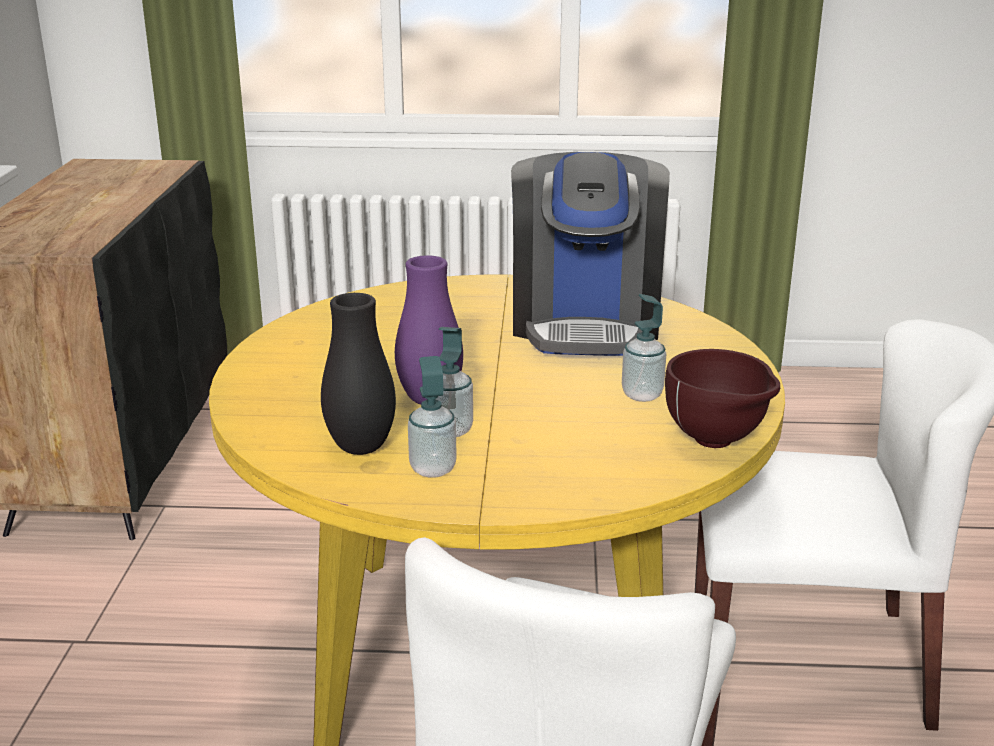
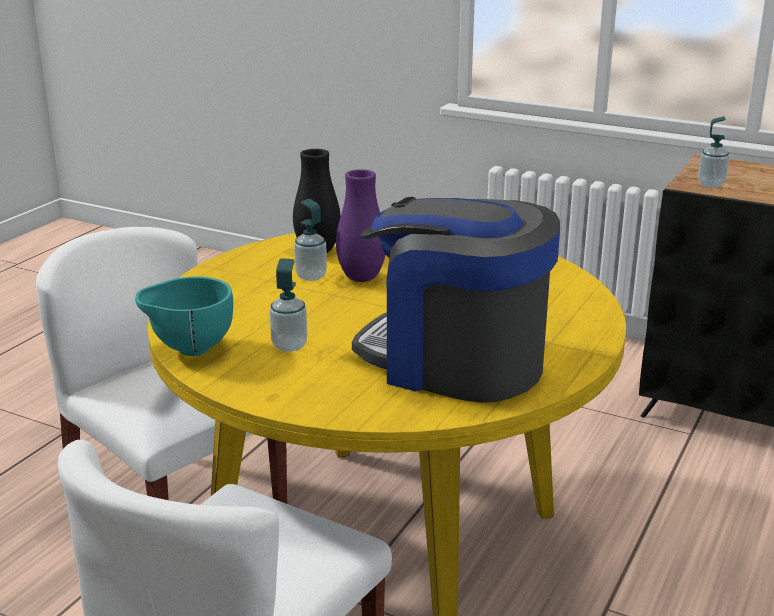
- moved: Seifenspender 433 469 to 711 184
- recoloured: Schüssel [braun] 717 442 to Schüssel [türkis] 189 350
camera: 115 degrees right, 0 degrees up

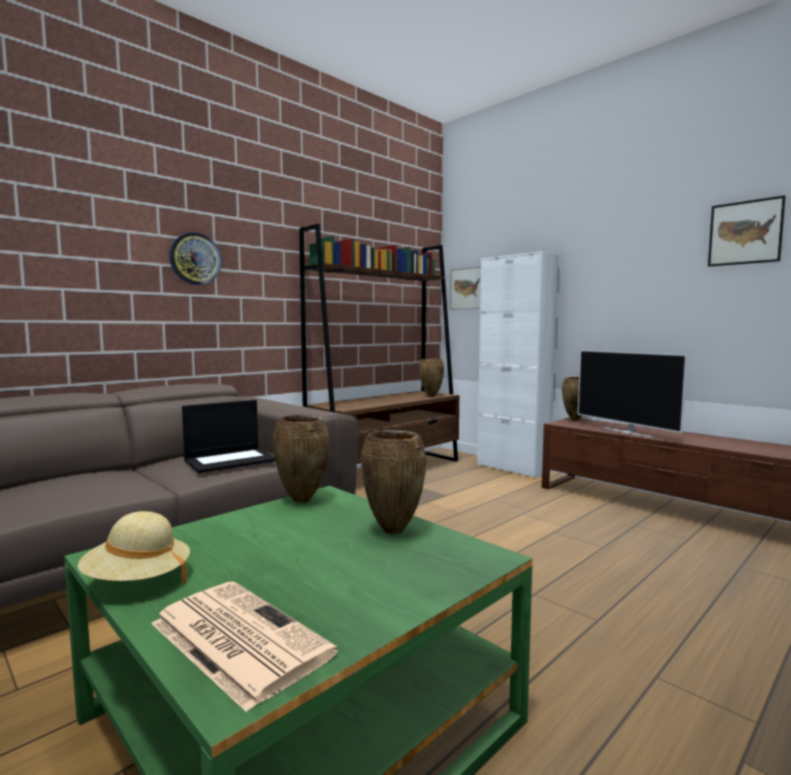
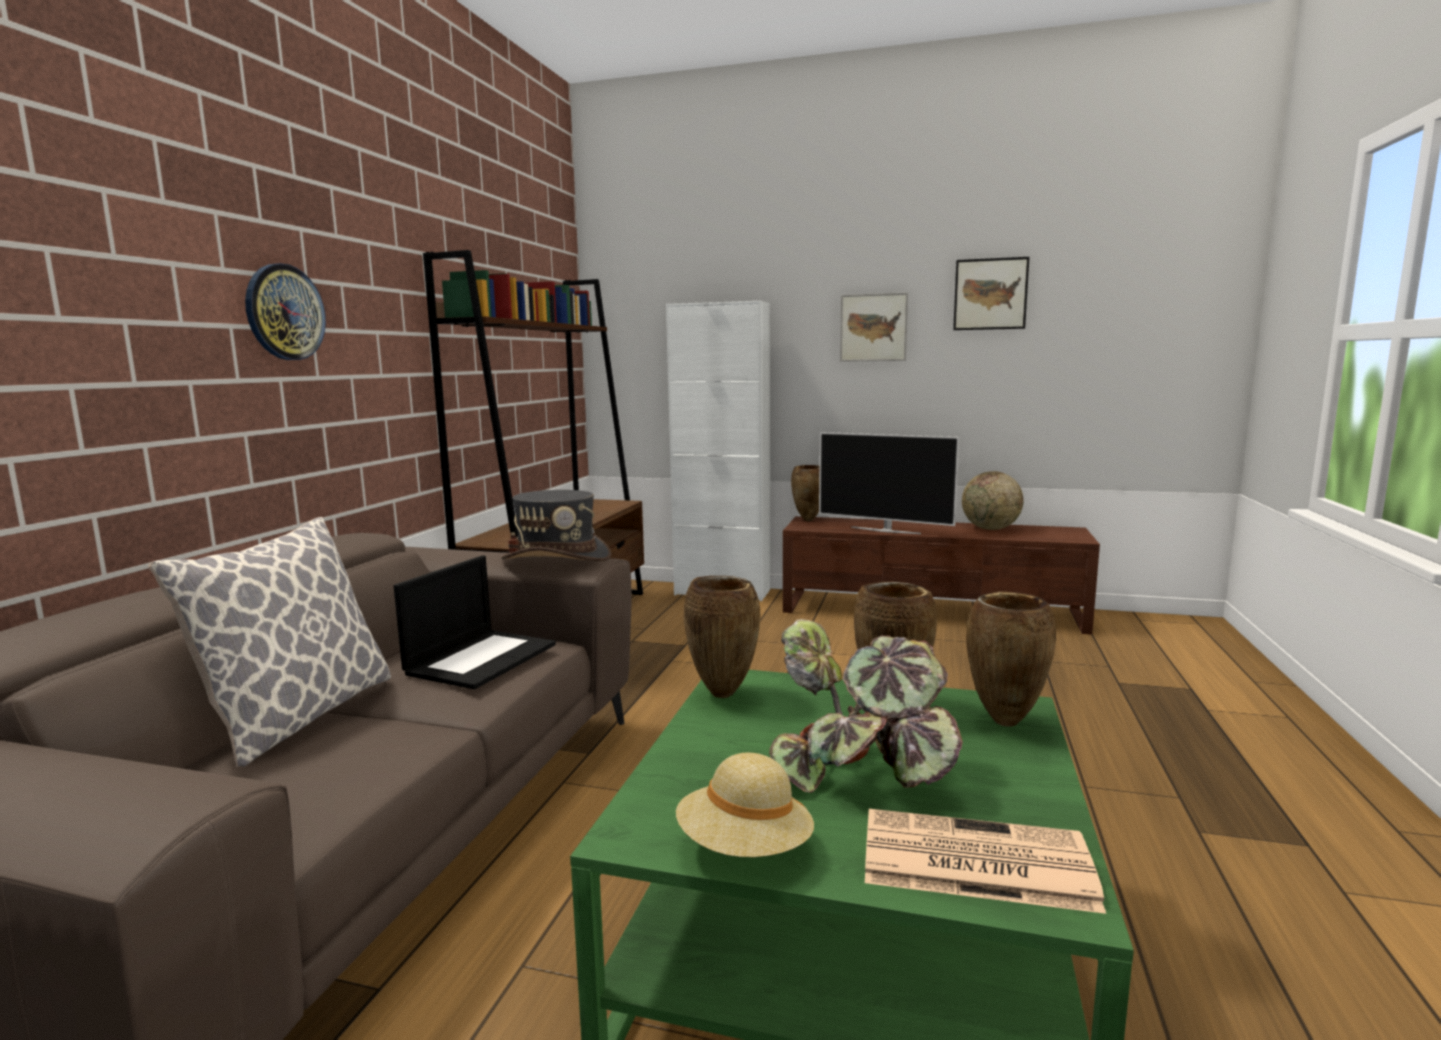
- added: Kissen 299 717
- added: Hut [grau] 557 558
- added: Topfpflanze 863 770
- added: Globus 990 529
- moved: Vase [braun] 431 396 to 1003 722
- moved: Bild 467 288 to 873 327
camera: 30 degrees left, 5 degrees up

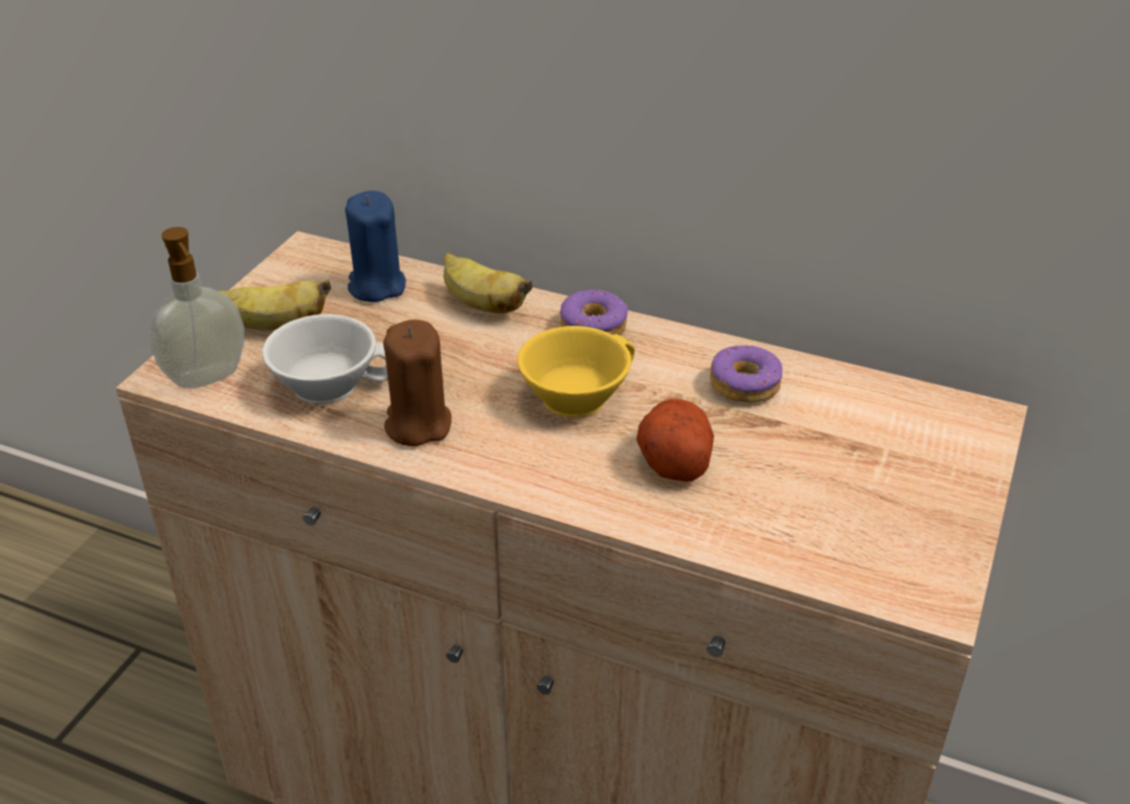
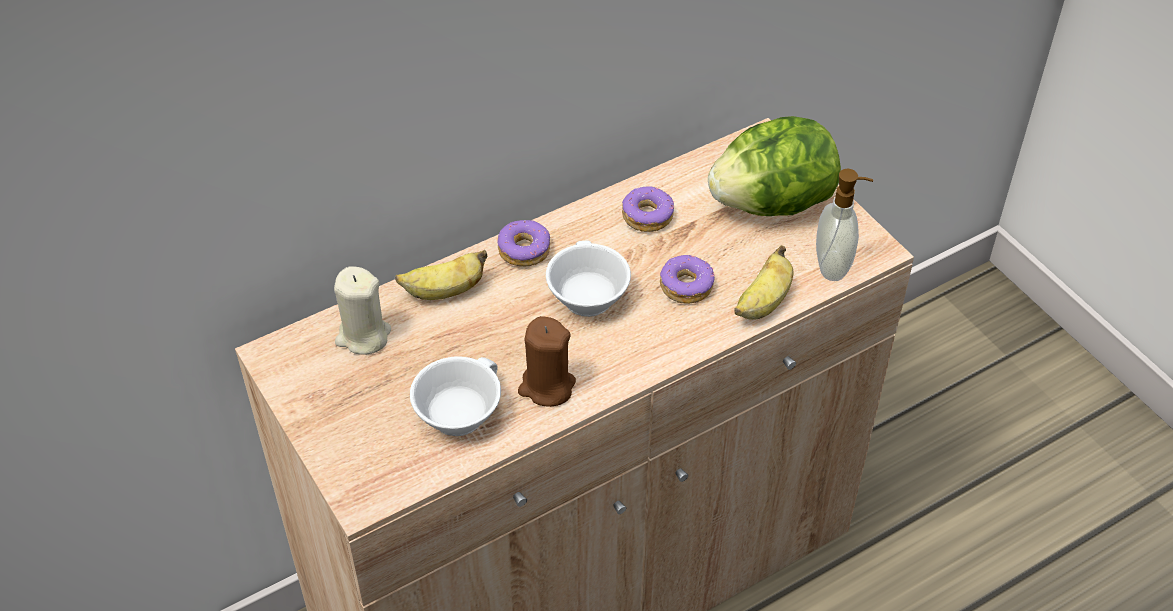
- added: Salatkopf 772 203
- moved: Seifenspender 208 378 to 834 266
- moved: Banane 275 326 to 763 303
- replaced: Kartoffel 673 459 to Donut 686 286
- recoloured: Kerze [blau] 376 286 to Kerze [beige] 363 336
- recoloured: Tasse [gelb] 574 393 to Tasse [weiß] 584 296
camera: 55 degrees left, 10 degrees up

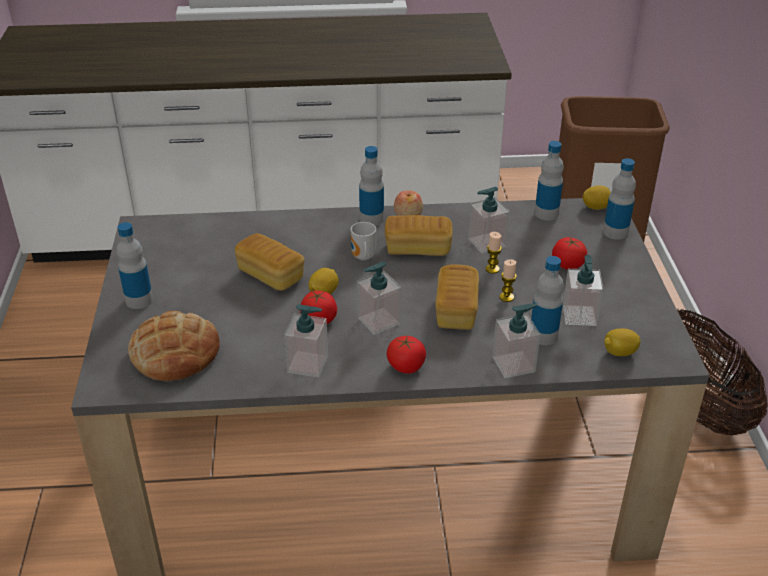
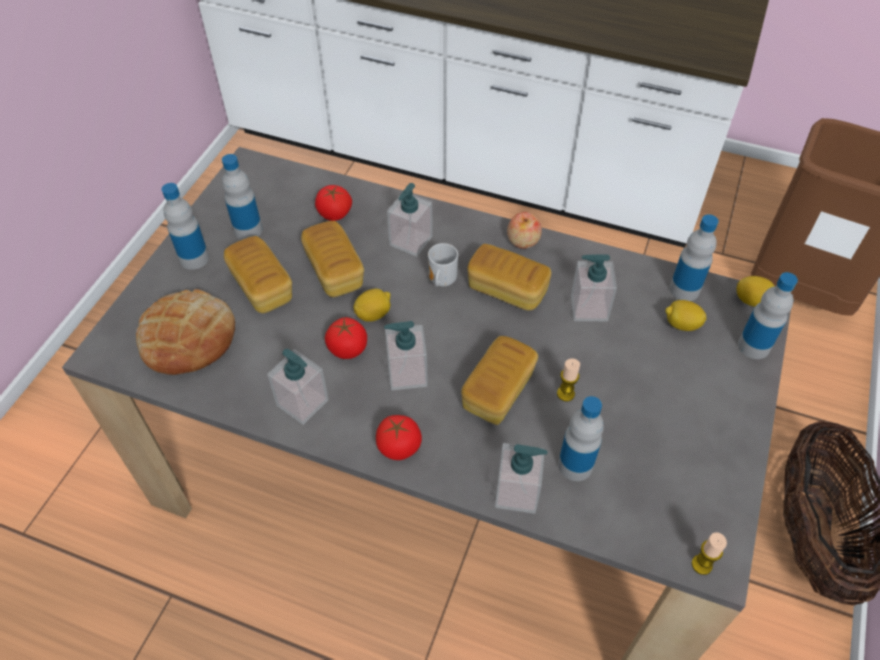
- added: Brot 262 287
- moved: Flasche 371 219 to 248 230
- moved: Kerze 492 269 to 701 564
- moved: Tomate 567 264 to 334 213
- moved: Seifenspender 579 315 to 410 241
- moved: Zitrone 619 353 to 681 324
camera: 25 degrees right, 15 degrees up

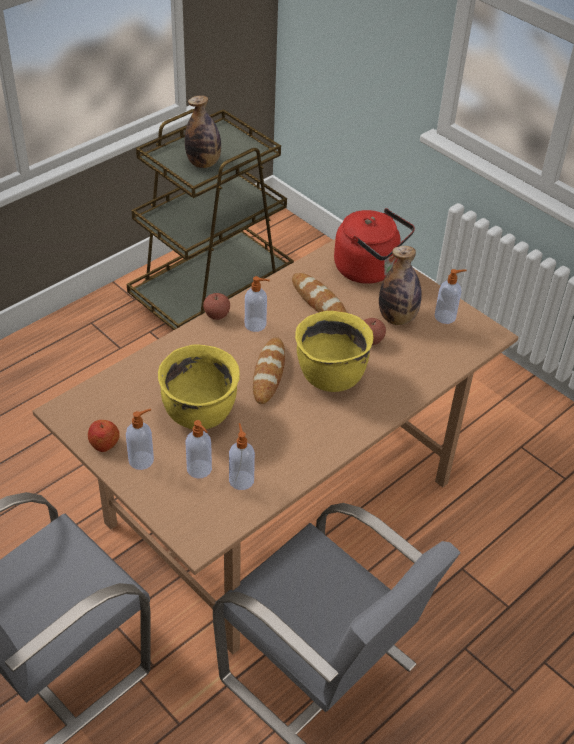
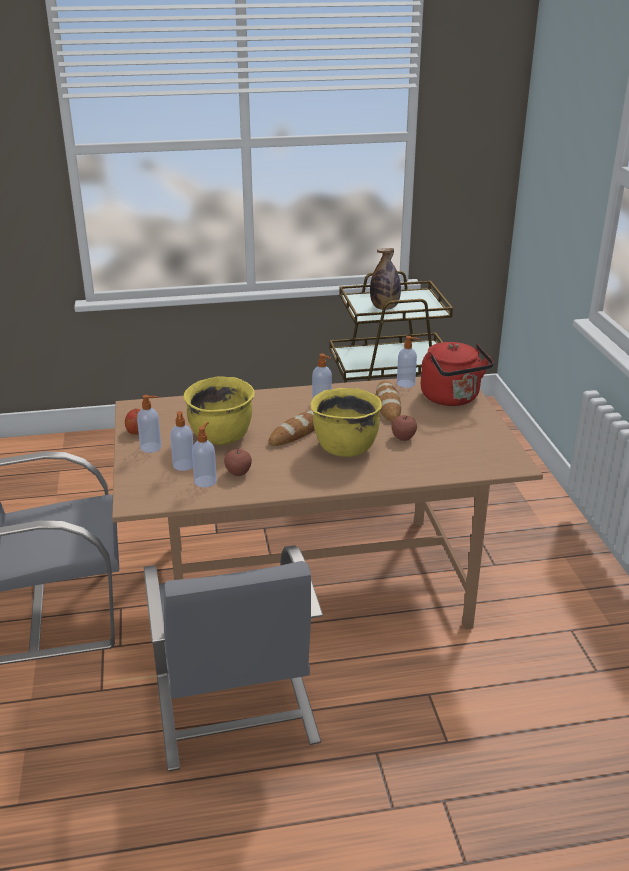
- removed: Flasche 397 318
- moved: Apfel 217 315 to 238 473
- moved: Seifenspender 446 317 to 406 384
camera: 35 degrees right, 15 degrees down

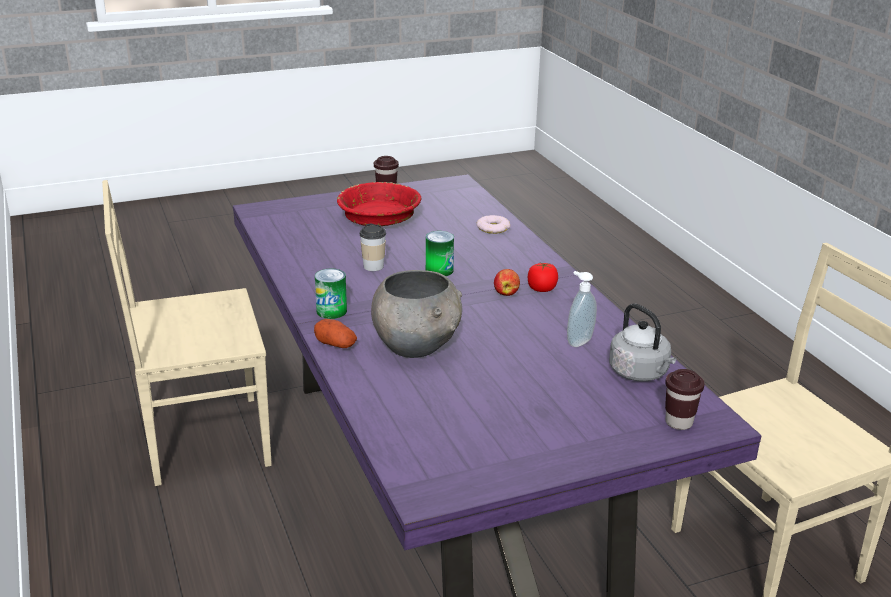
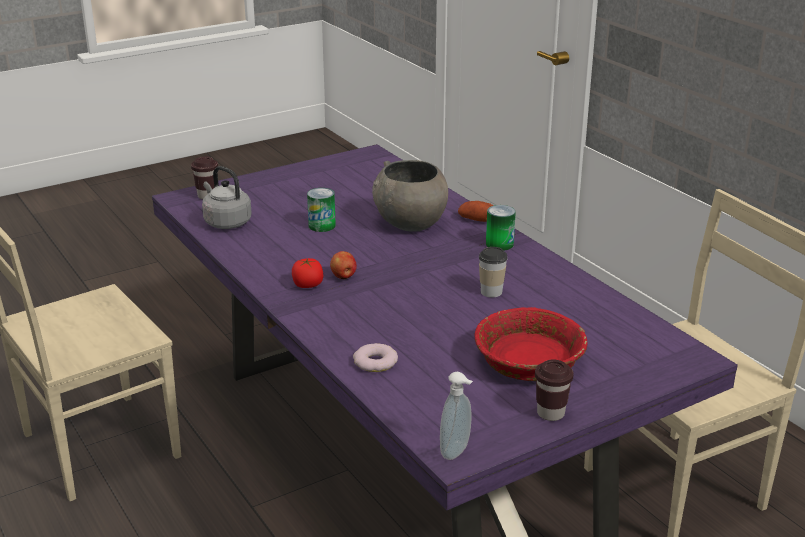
- moved: Dose 439 270 to 322 226
- moved: Seifenspender 578 341 to 457 452
camera: 170 degrees right, 0 degrees up

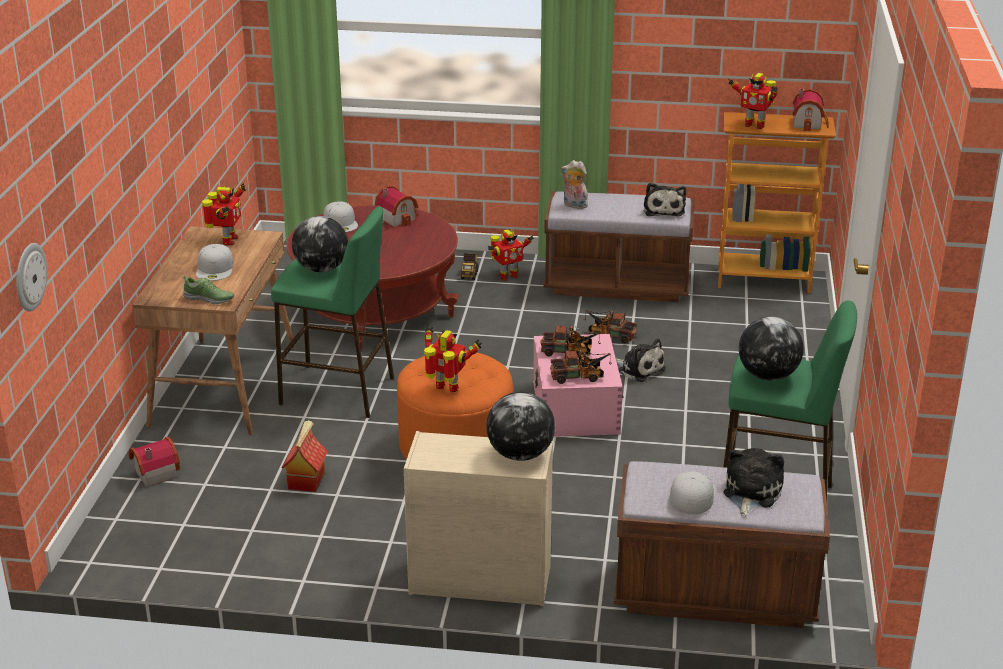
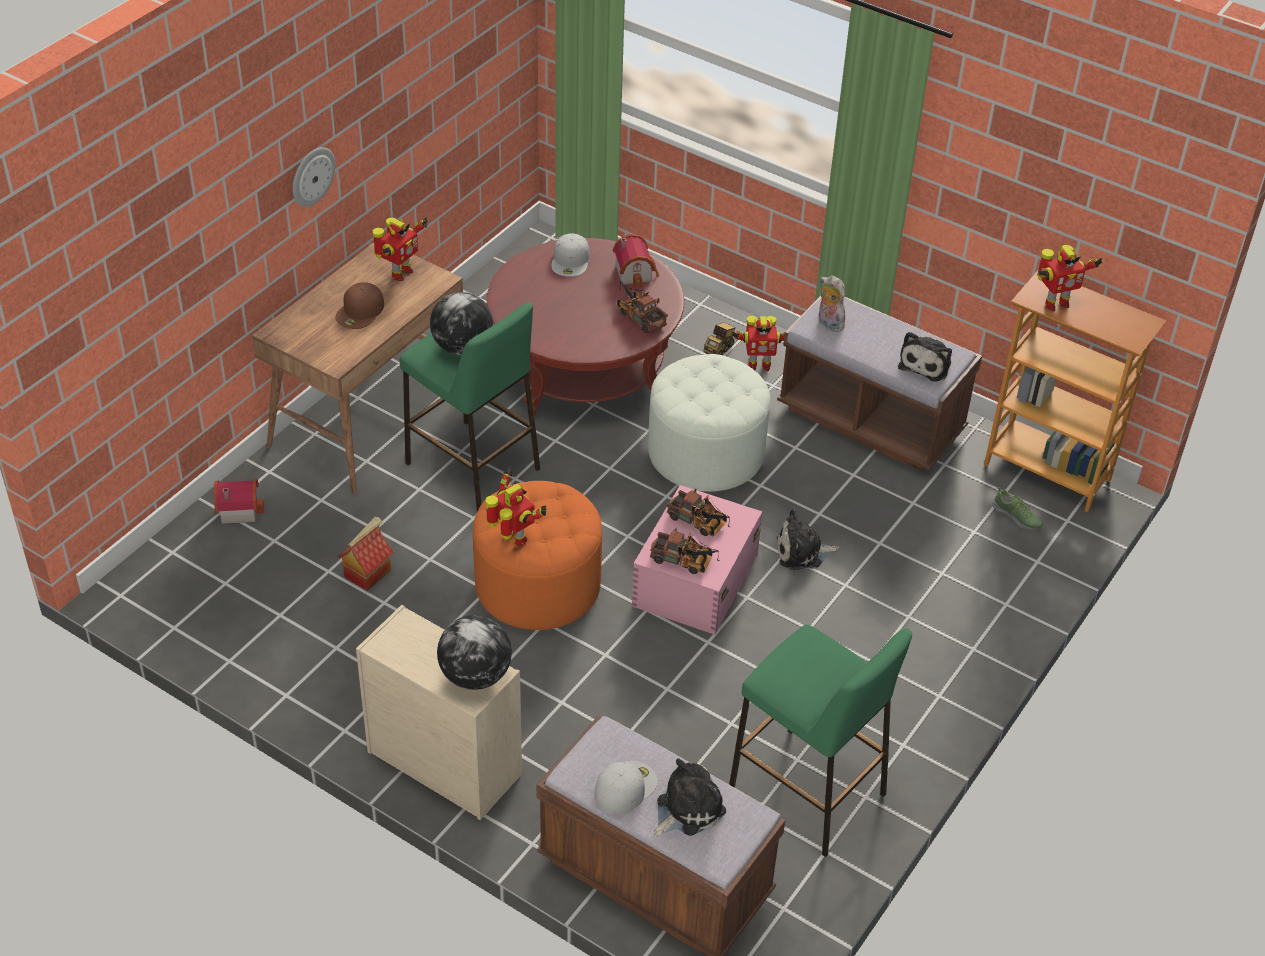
- removed: Globus 767 375
- removed: Spielzeughaus 809 123
- added: Polsterhocker [weiß] 706 453
- moved: Wanduhr 29 277 to 312 176
- moved: Schuh 209 299 to 1017 517
- moved: Spielzeuglaster 609 335 to 639 316
- recoloured: Kappe [weiß] 215 269 to Kappe [braun] 360 311
- turned: Plüschtier 639 369 = 802 552 105 degrees clockwise
- turned: Spielzeugroboter 754 125 = 1055 304 75 degrees counterclockwise
camera: 25 degrees right, 15 degrees up

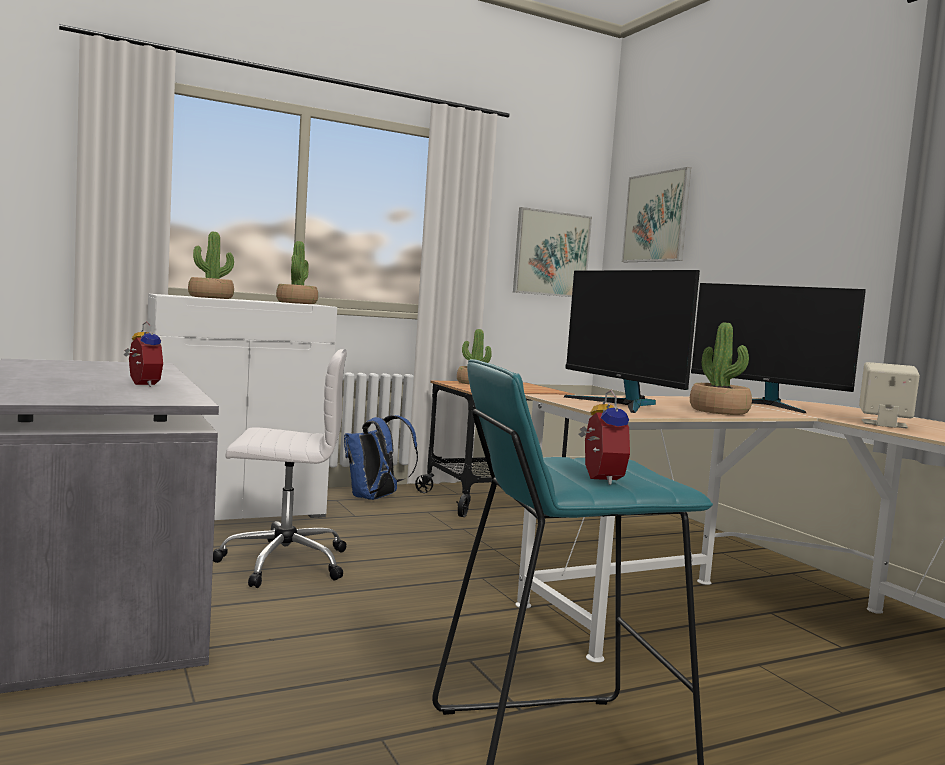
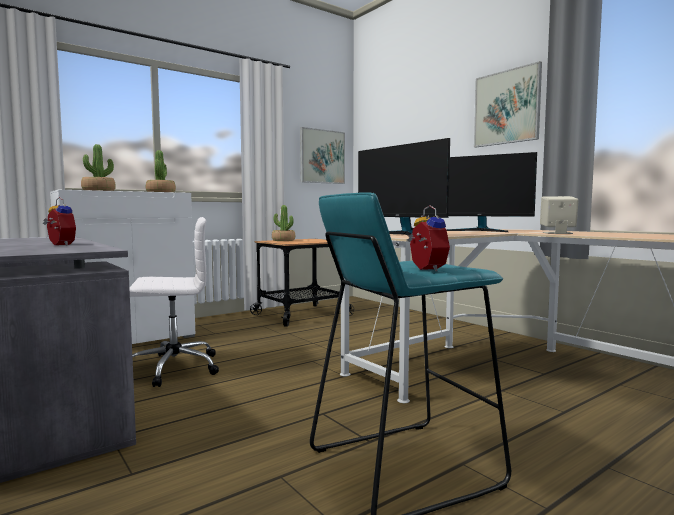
- removed: Rucksack [blau] 375 498
- removed: Topfpflanze 719 411
- moved: Bild 656 217 to 506 107
camera: 10 degrees left, 0 degrees up

